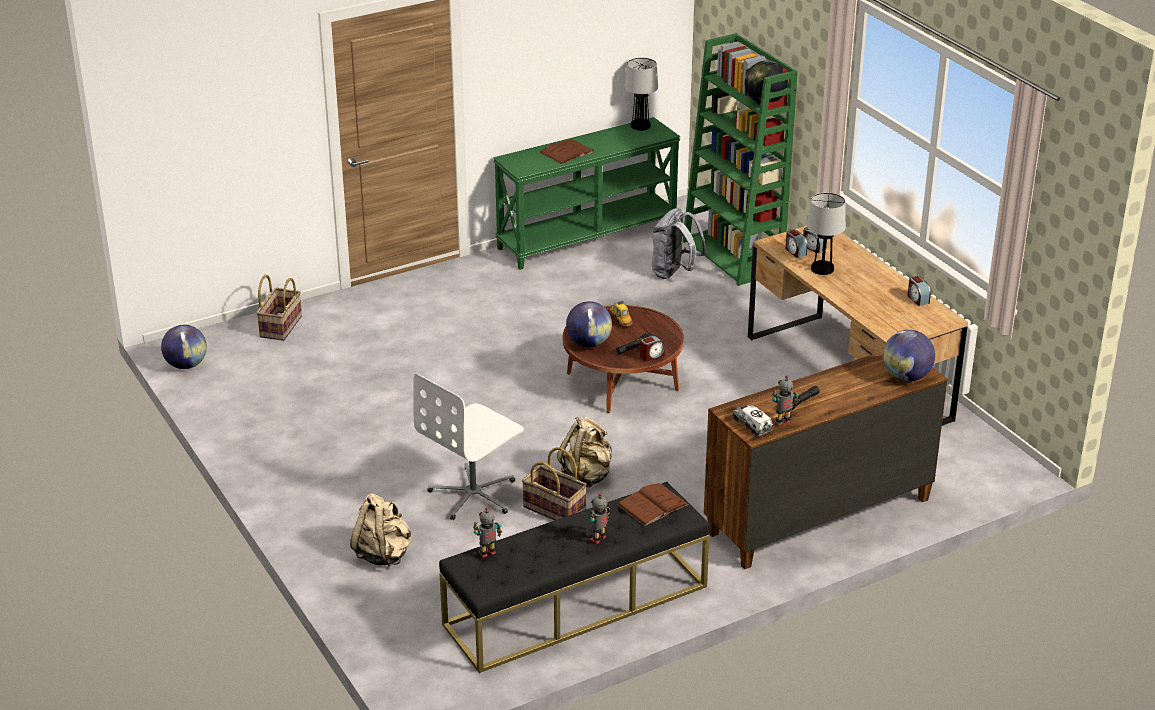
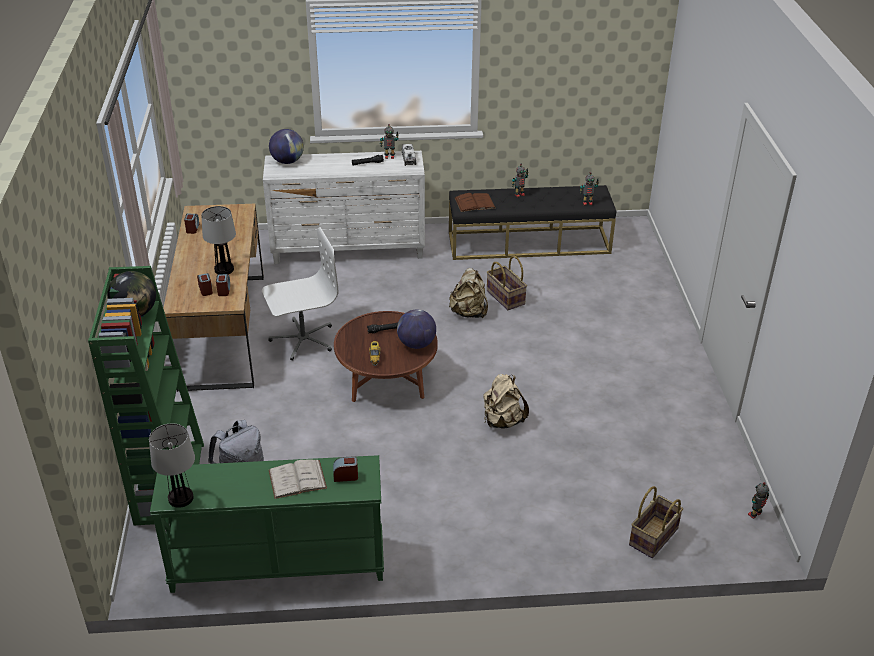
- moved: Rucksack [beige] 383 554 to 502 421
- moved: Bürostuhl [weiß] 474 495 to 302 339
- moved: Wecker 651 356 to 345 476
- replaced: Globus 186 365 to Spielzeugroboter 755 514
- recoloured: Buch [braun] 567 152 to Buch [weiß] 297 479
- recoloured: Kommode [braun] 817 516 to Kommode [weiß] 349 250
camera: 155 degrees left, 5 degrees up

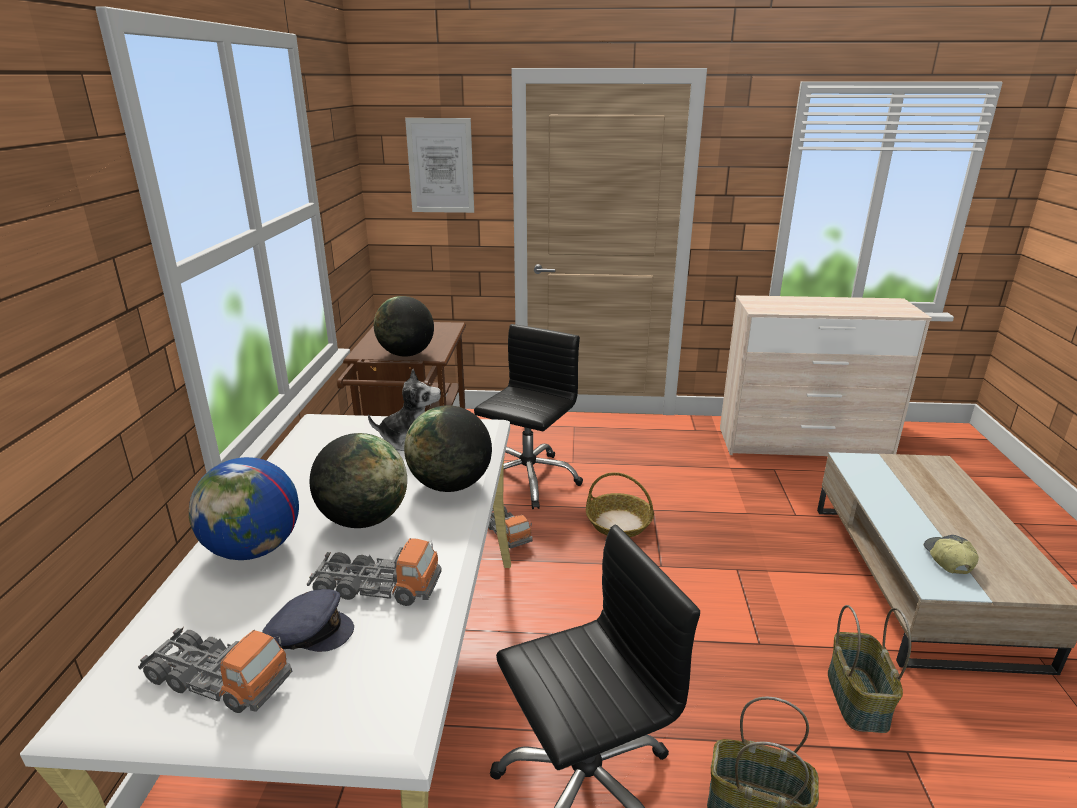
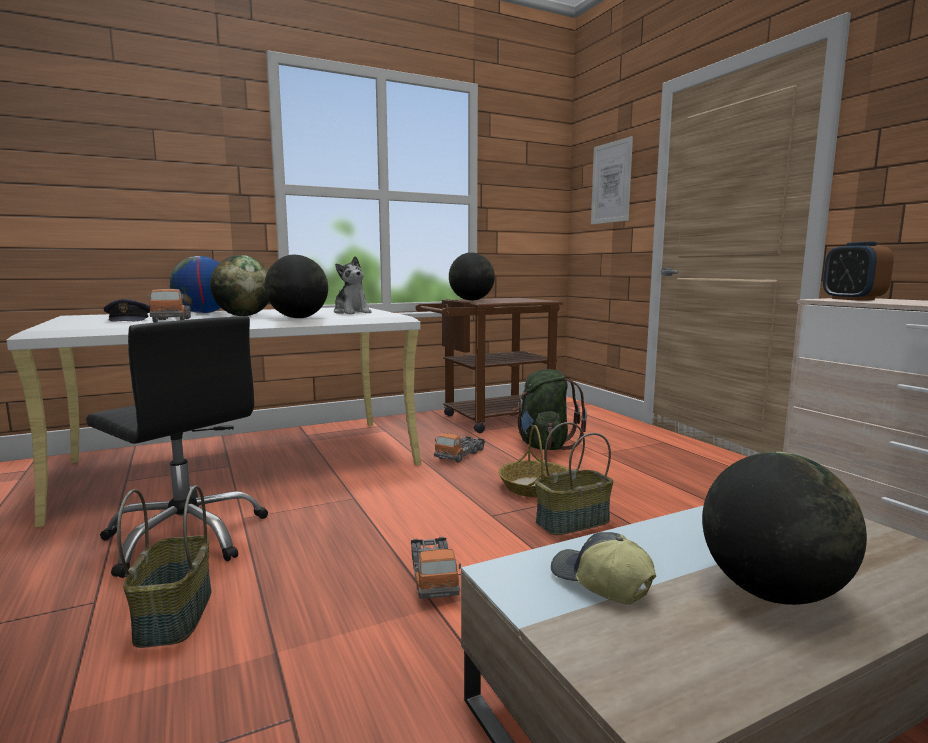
- added: Globus 772 593
- added: Wecker 852 299
- moved: Spielzeuglaster 218 680 to 433 576
- moved: Korb 858 699 to 573 522
- replaced: Bürostuhl [schwarz] 527 479 to Rucksack [grün] 544 446
- turned: Kappe 947 559 = 599 583 105 degrees counterclockwise
camera: 60 degrees right, 15 degrees down

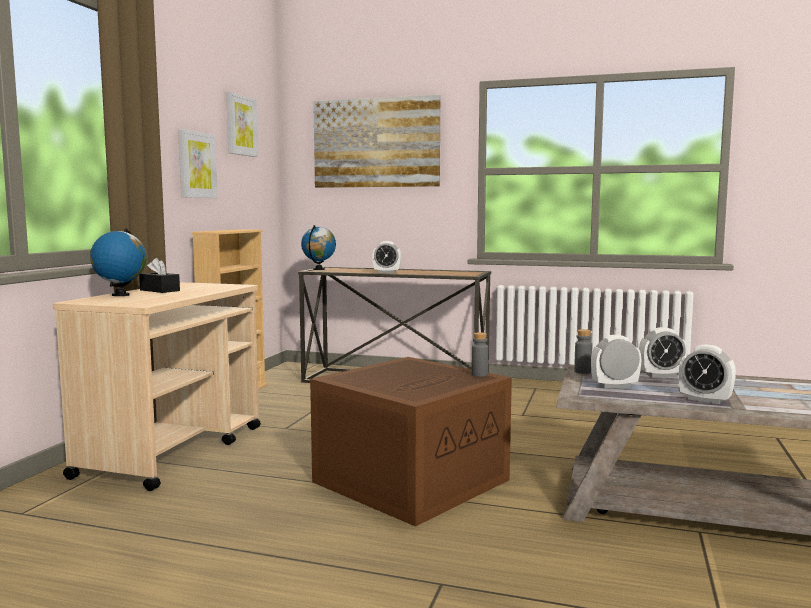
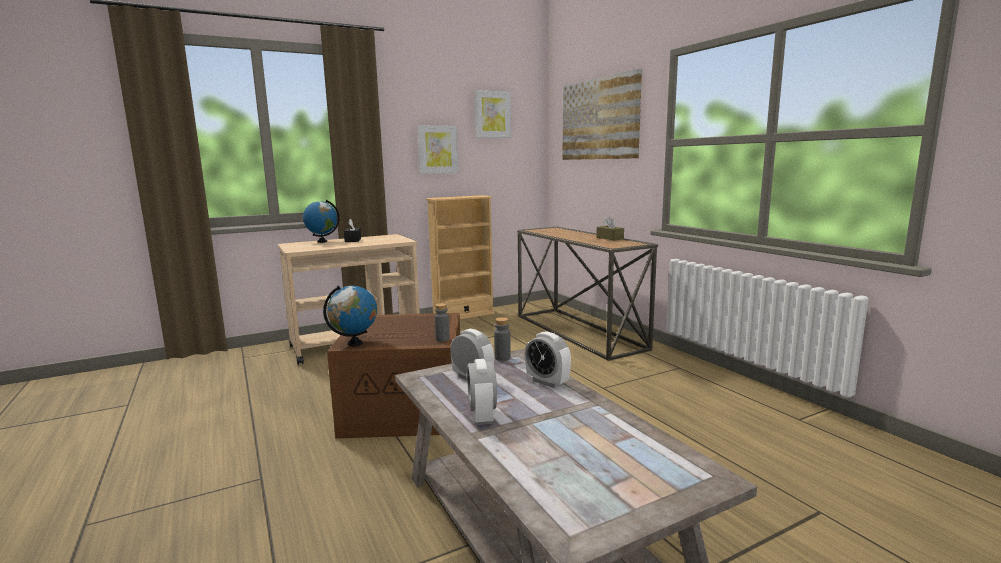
- removed: Wecker 387 272
- added: Taschentuchbox [braun] 609 238
- moved: Globus 319 269 to 355 343
camera: 45 degrees right, 5 degrees up

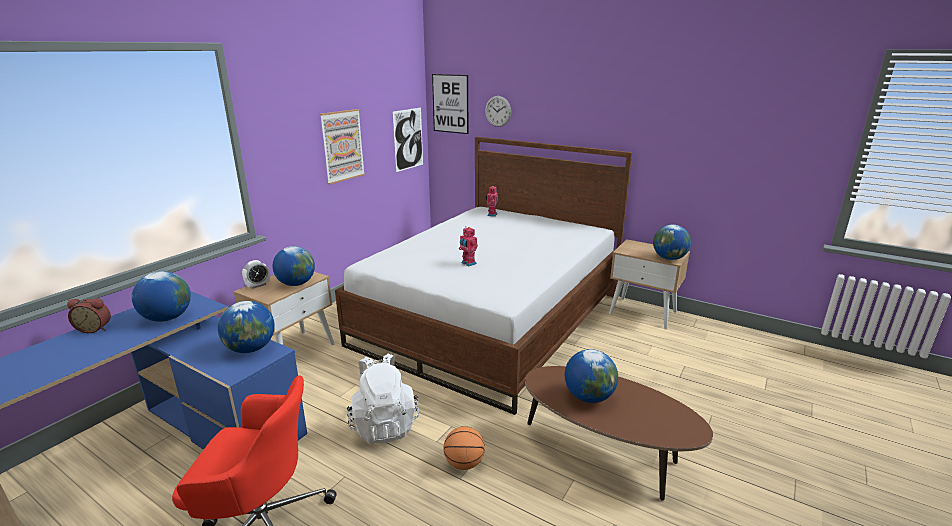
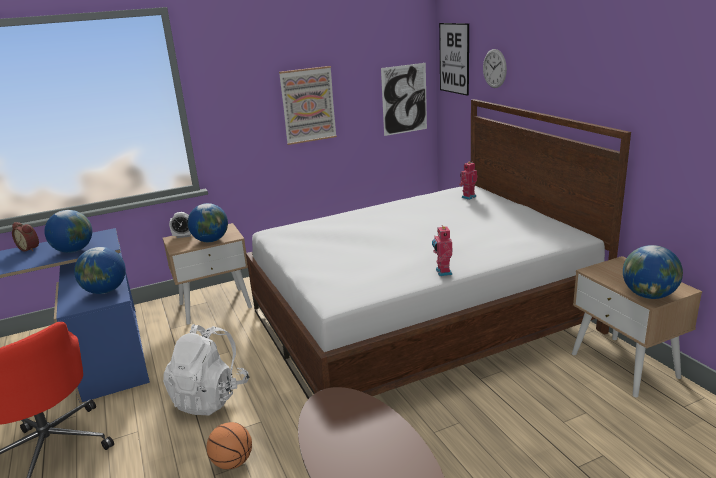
- removed: Globus 588 397
- moved: Spielzeugroboter 468 263 to 442 272
camera: 35 degrees right, 0 degrees up

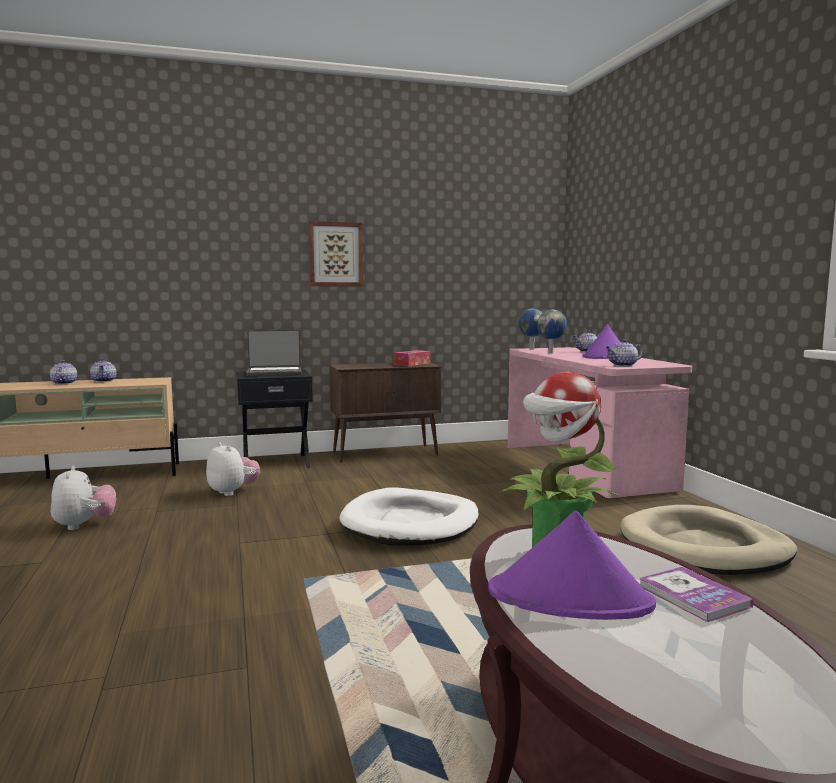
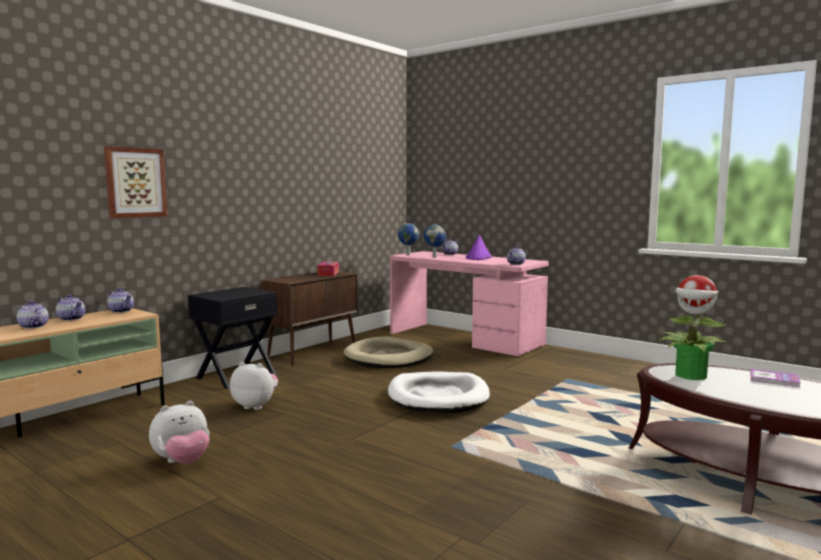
- removed: Laptop 274 373
- removed: Hut [lila] 570 598
- added: Teekanne 121 311
- moved: Bild 335 254 to 135 182
- moved: Hundebett [beige] 704 548 to 389 358
- turned: Plüschtier 84 525 = 182 462 105 degrees clockwise
camera: 35 degrees left, 0 degrees up

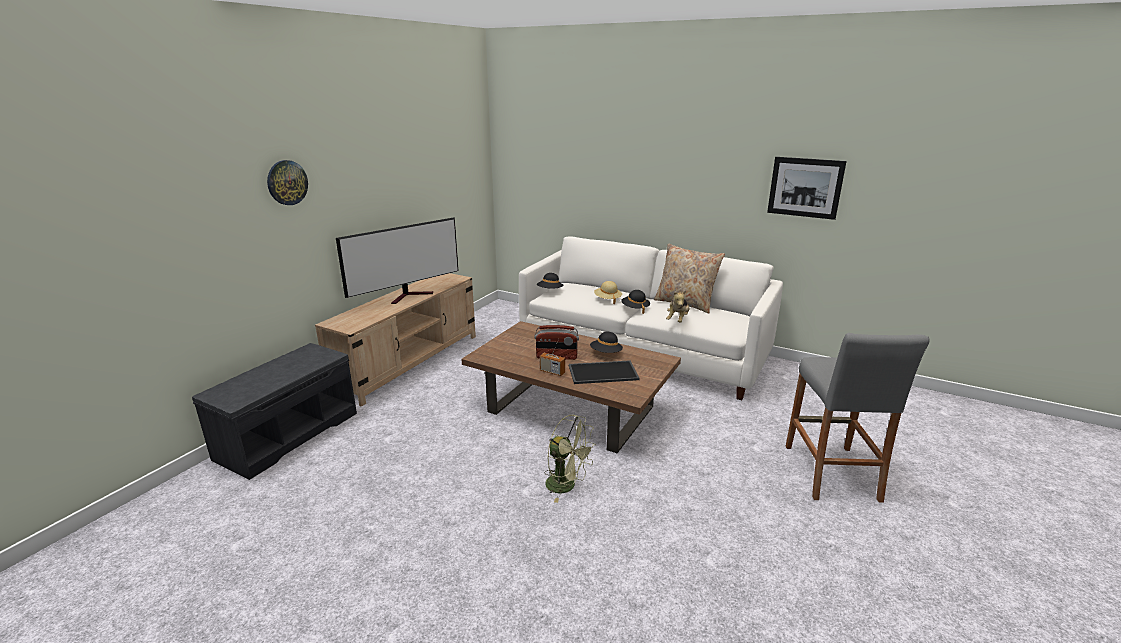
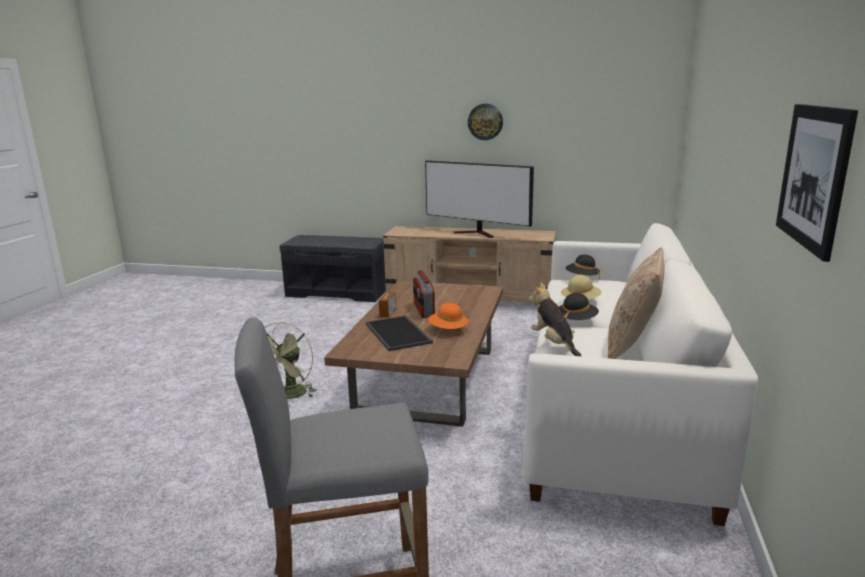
- moved: Wanduhr 287 182 to 485 122
- recoloured: Hut [schwarz] 606 353 to Hut [orange] 448 329
- turned: Plüschtier 677 320 = 554 343 60 degrees clockwise
camera: 75 degrees right, 5 degrees down

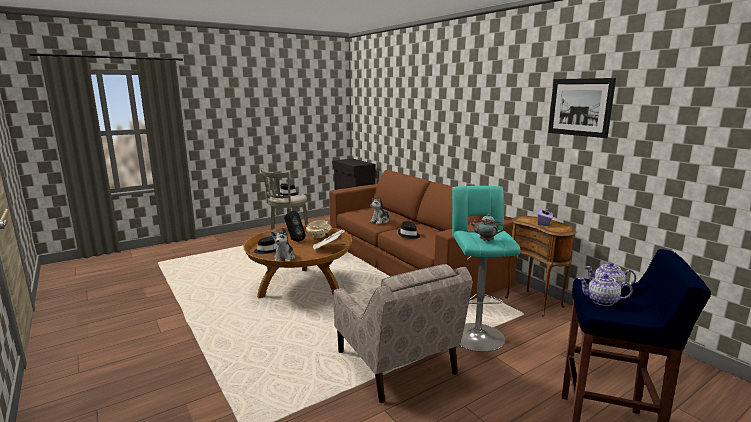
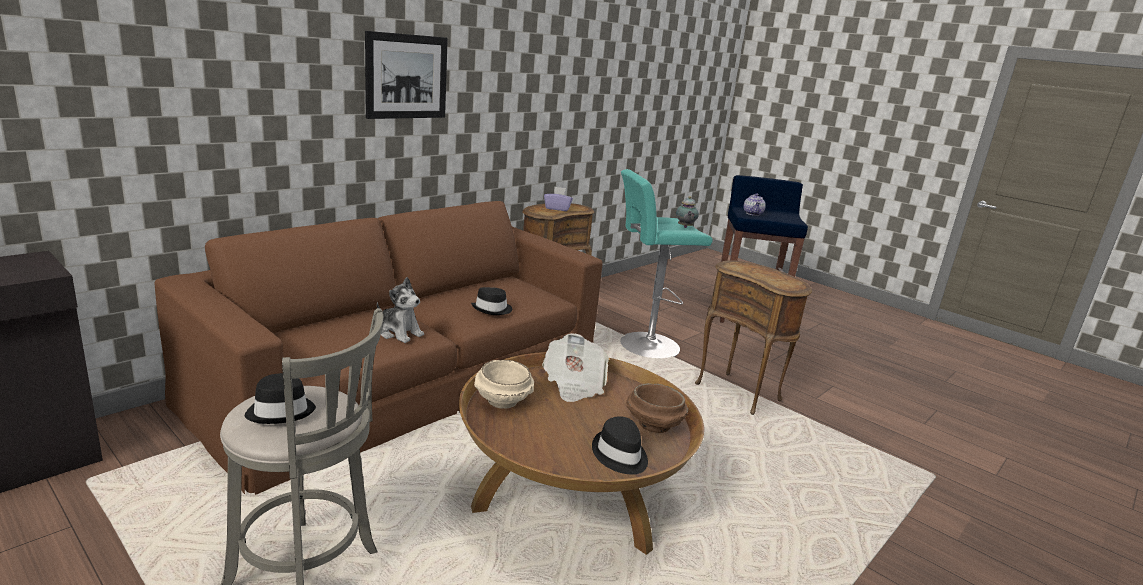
- removed: Lautsprecher [schwarz] 294 240
- removed: Teekanne 602 301
- moved: Bild 580 107 to 406 76
- replaced: Plüschtier 284 258 to Schüssel [braun] 653 425
- replaced: Sessel [beige] 396 364 to Beistelltisch [braun] 740 392
camera: 105 degrees left, 5 degrees up

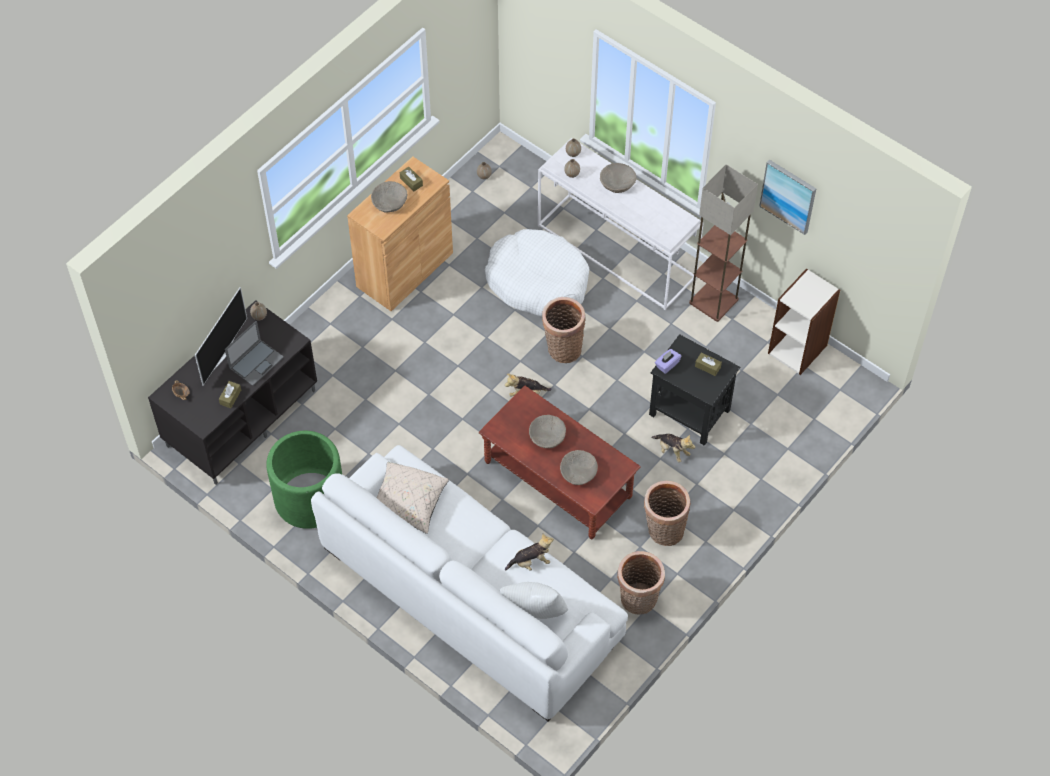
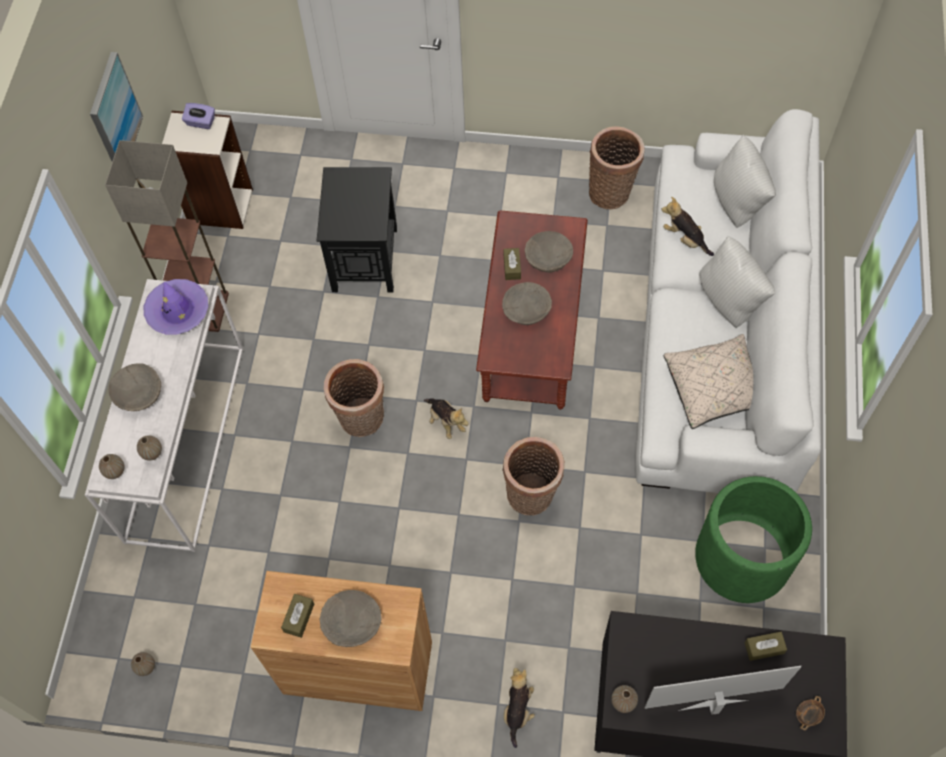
- removed: Laptop 256 362
- removed: Hundebett [weiß] 537 281
- added: Hut [lila] 178 311
- added: Kissen [weiß] 730 302
- moved: Korb 663 531 to 532 496
- moved: Plüschtier 672 451 to 518 710
- moved: Taschentuchbox [lila] 667 365 to 201 122
- moved: Taschentuchbox [braun] 707 367 to 512 267
camera: 120 degrees left, 5 degrees up

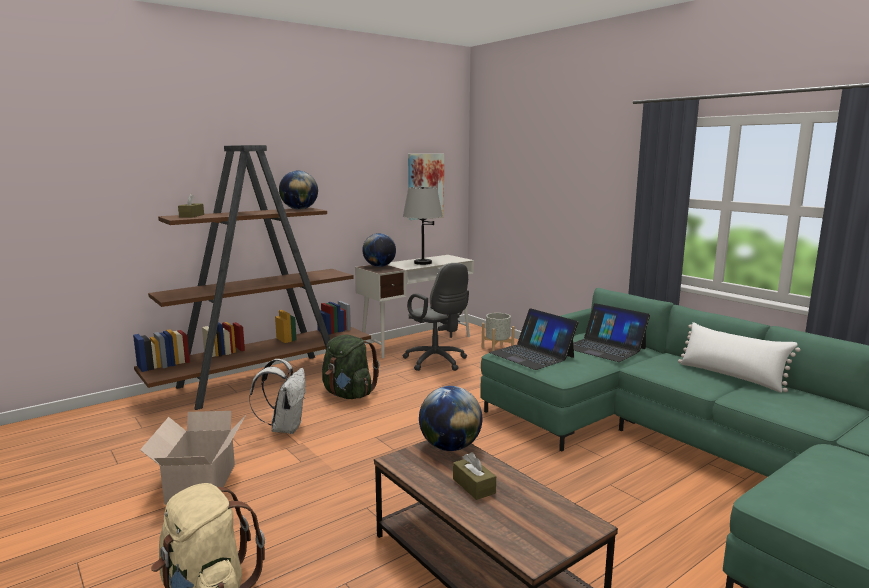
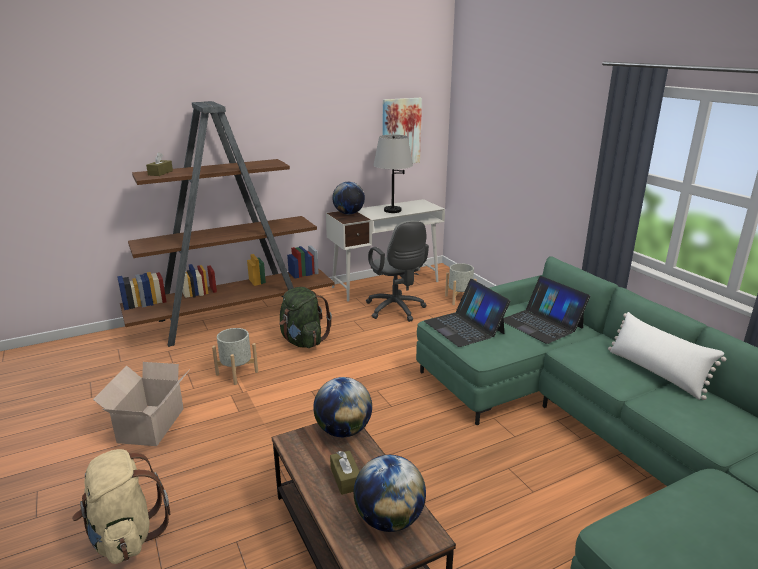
- moved: Globus 299 209 to 389 519
- replaced: Rucksack [weiß] 285 428 to Pflanzkübel [grau] 237 373
camera: 10 degrees right, 10 degrees up

